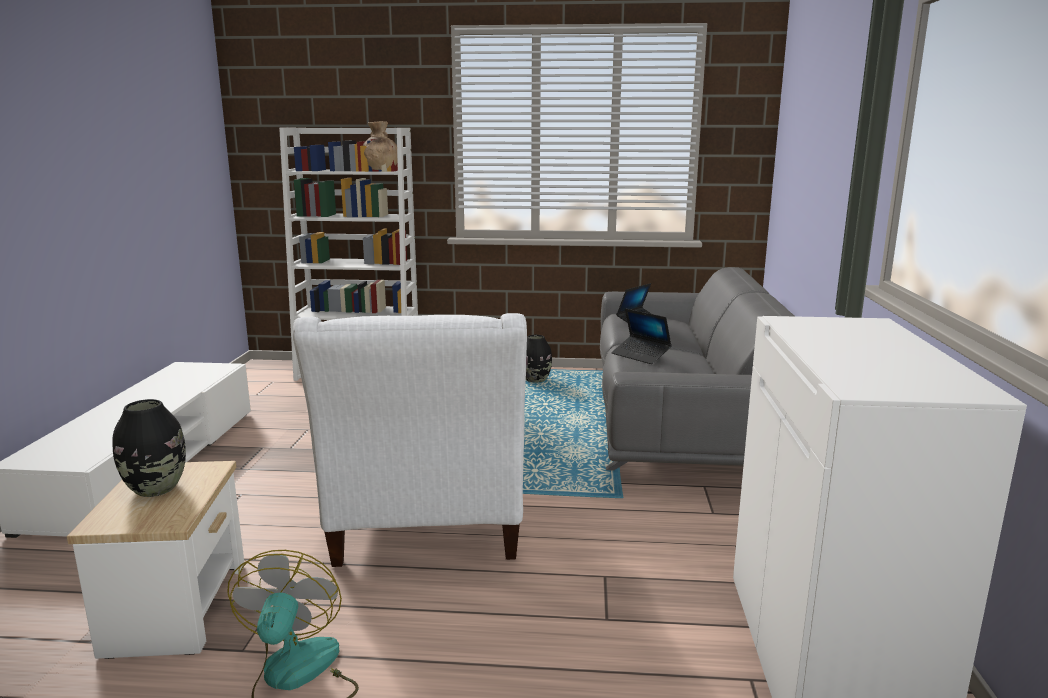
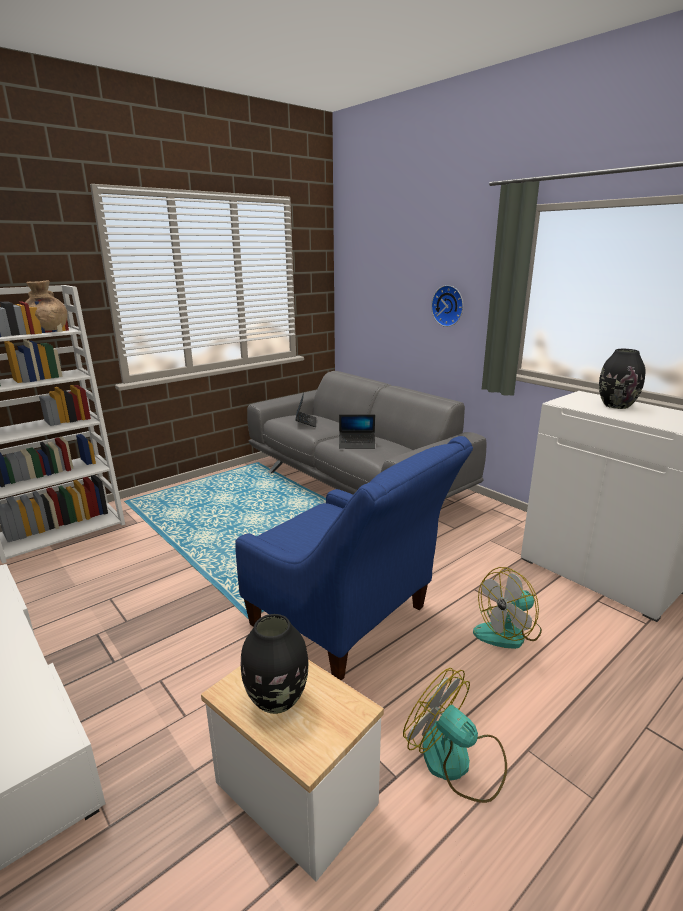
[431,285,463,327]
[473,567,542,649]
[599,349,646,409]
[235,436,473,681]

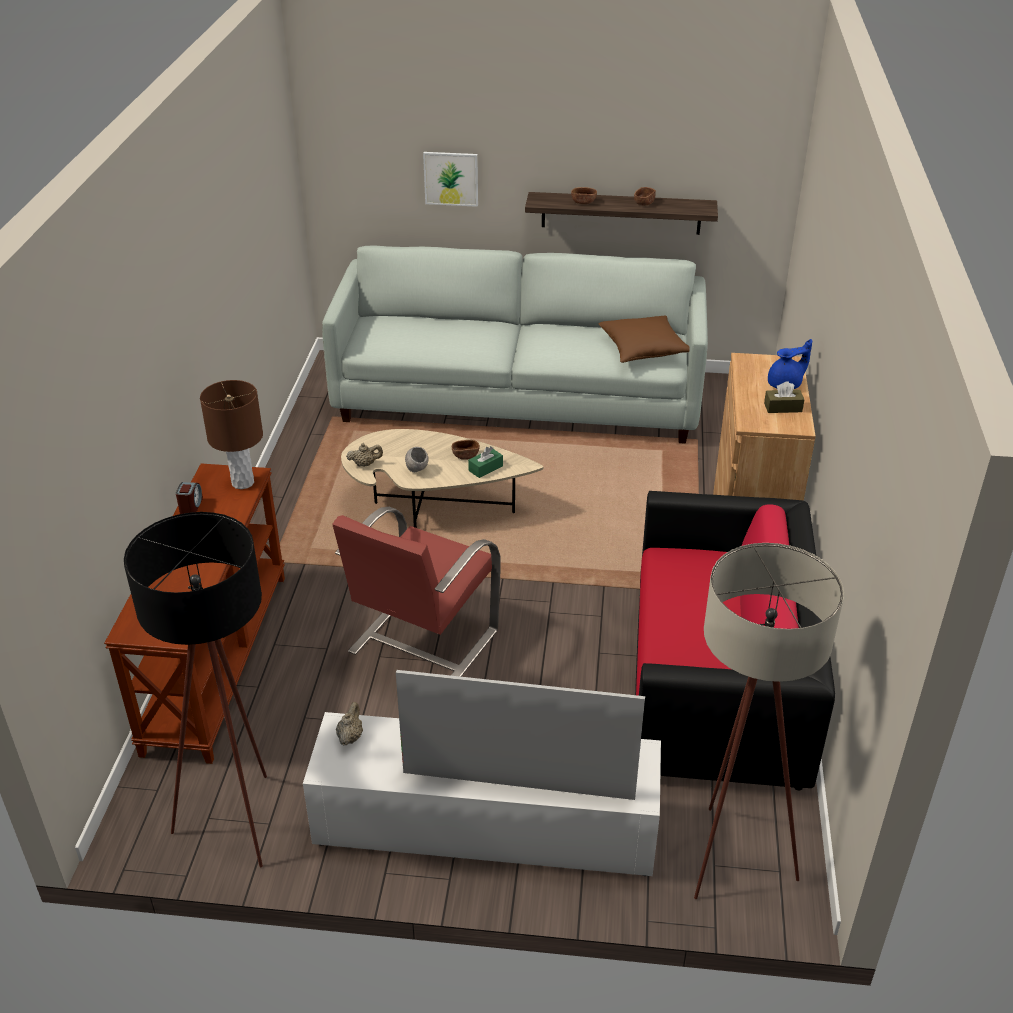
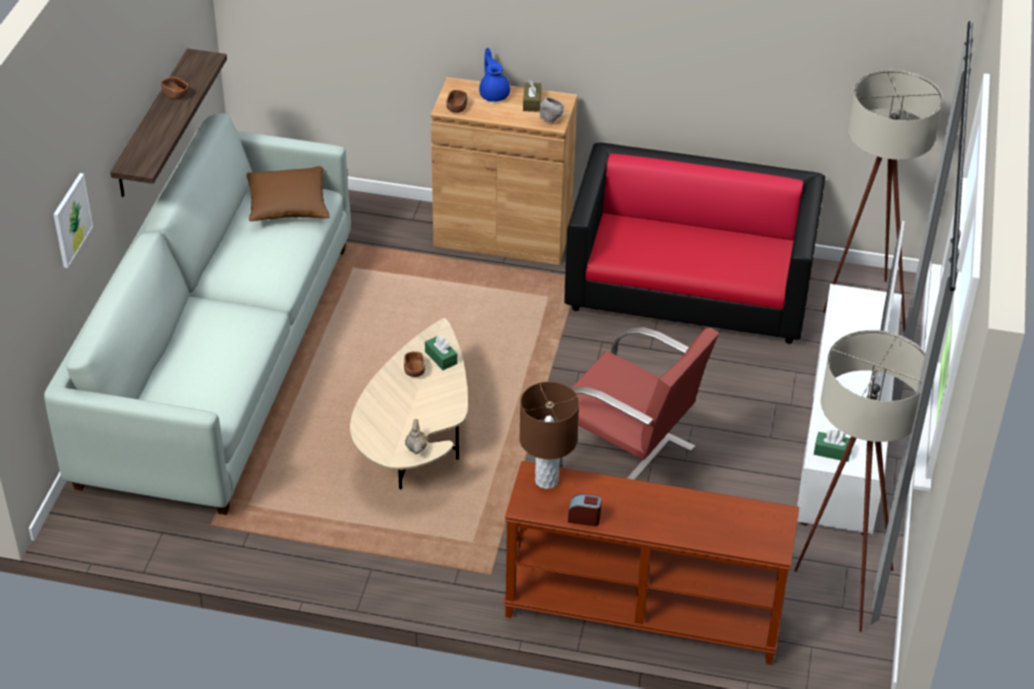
[540,97,564,123]
[446,90,467,113]
[814,430,852,462]
[794,330,925,632]

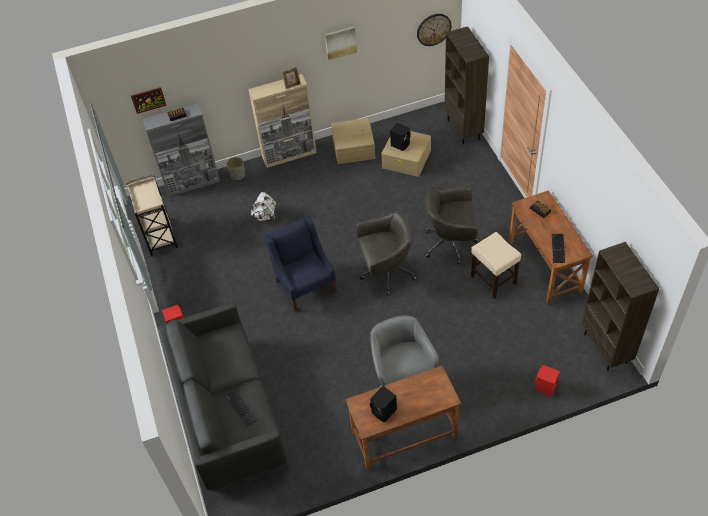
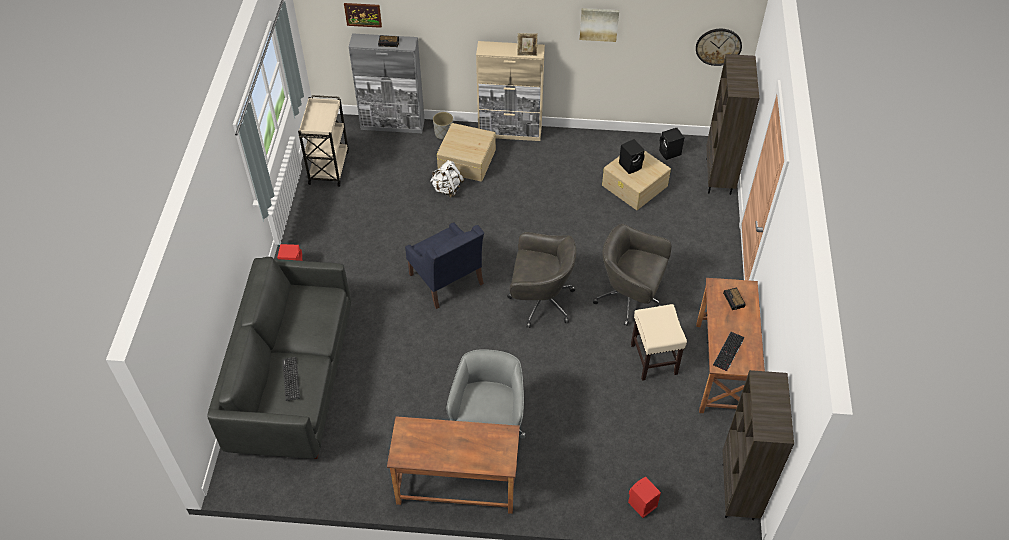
[437,123,496,182]
[659,128,685,160]
[405,222,484,309]

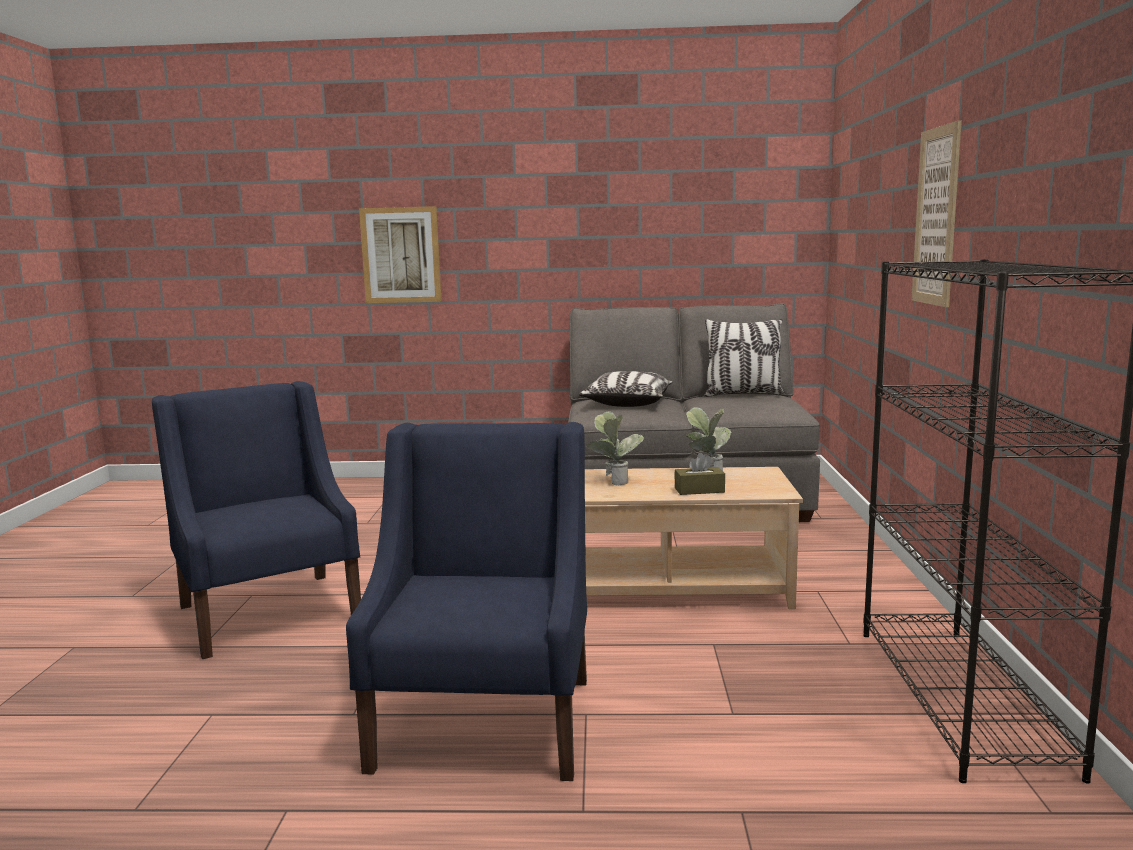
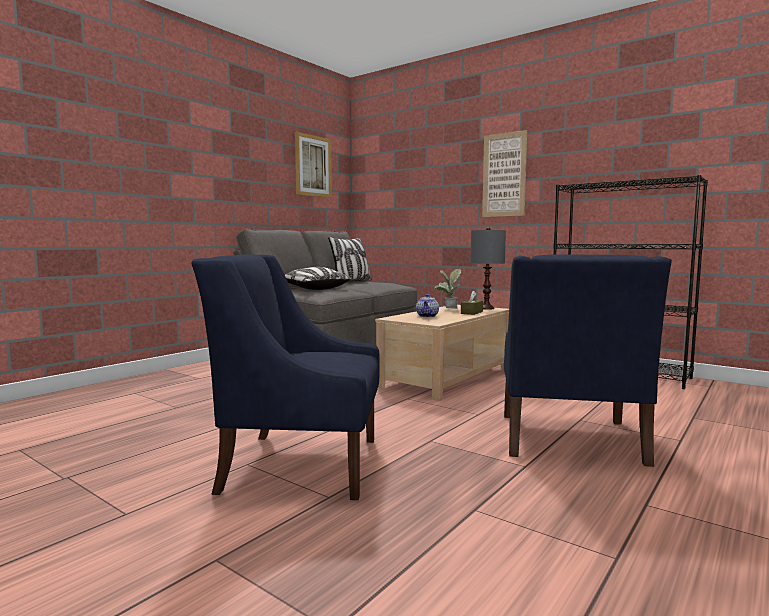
[470,227,506,310]
[295,132,332,198]
[416,294,439,317]
[504,255,672,467]

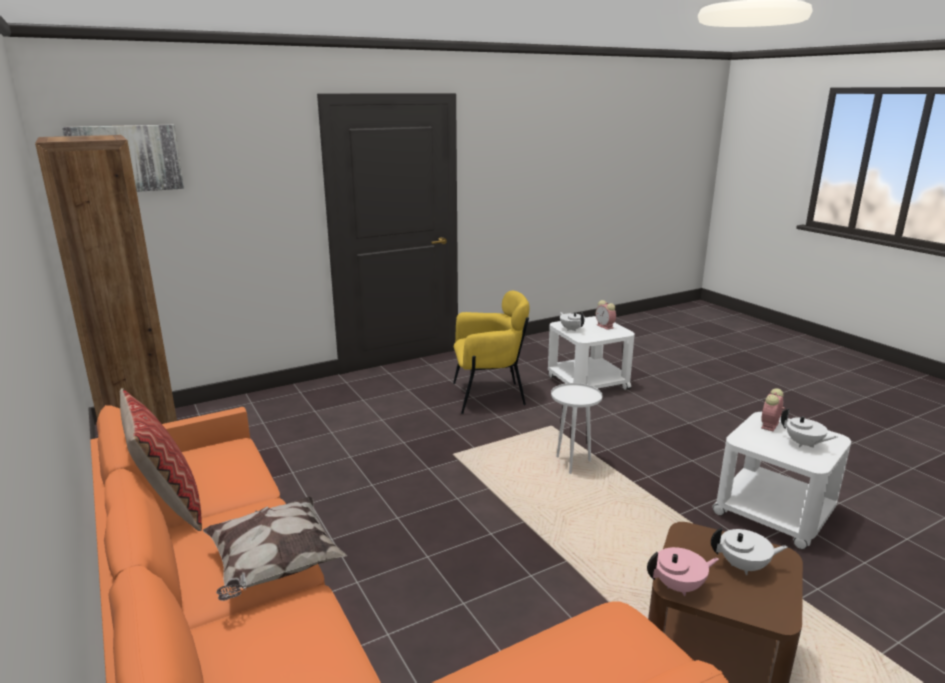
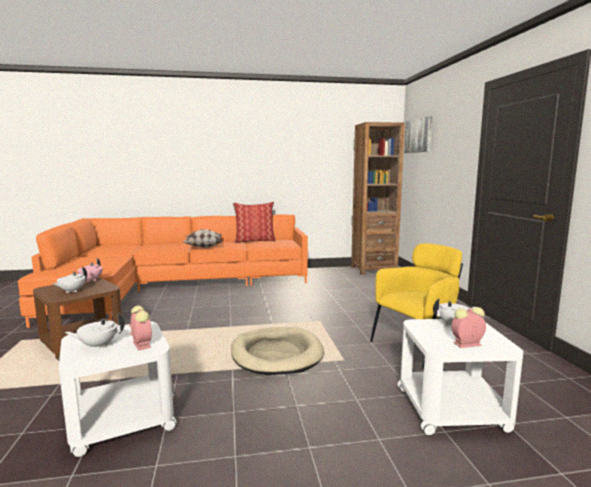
[231,327,324,375]
[370,243,463,369]

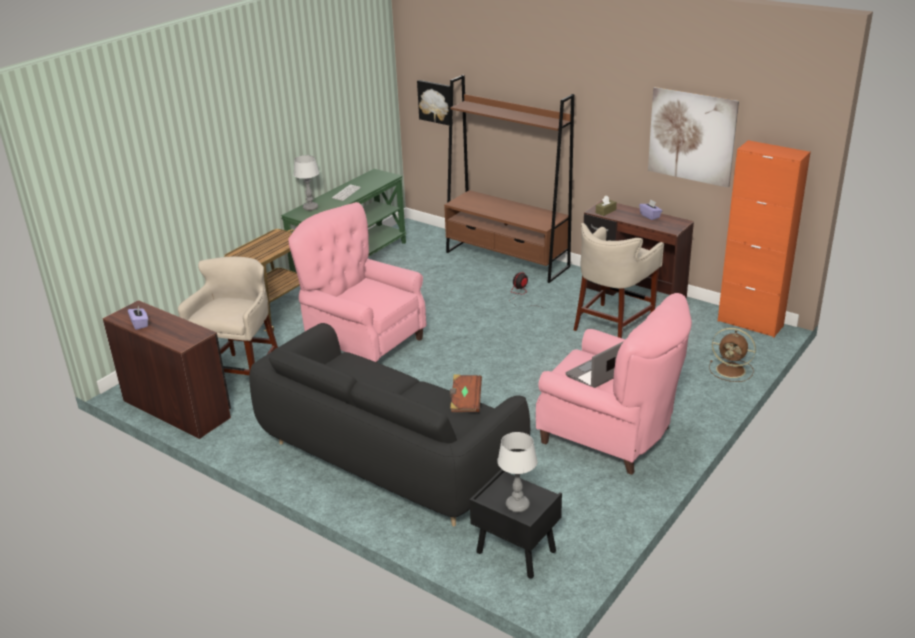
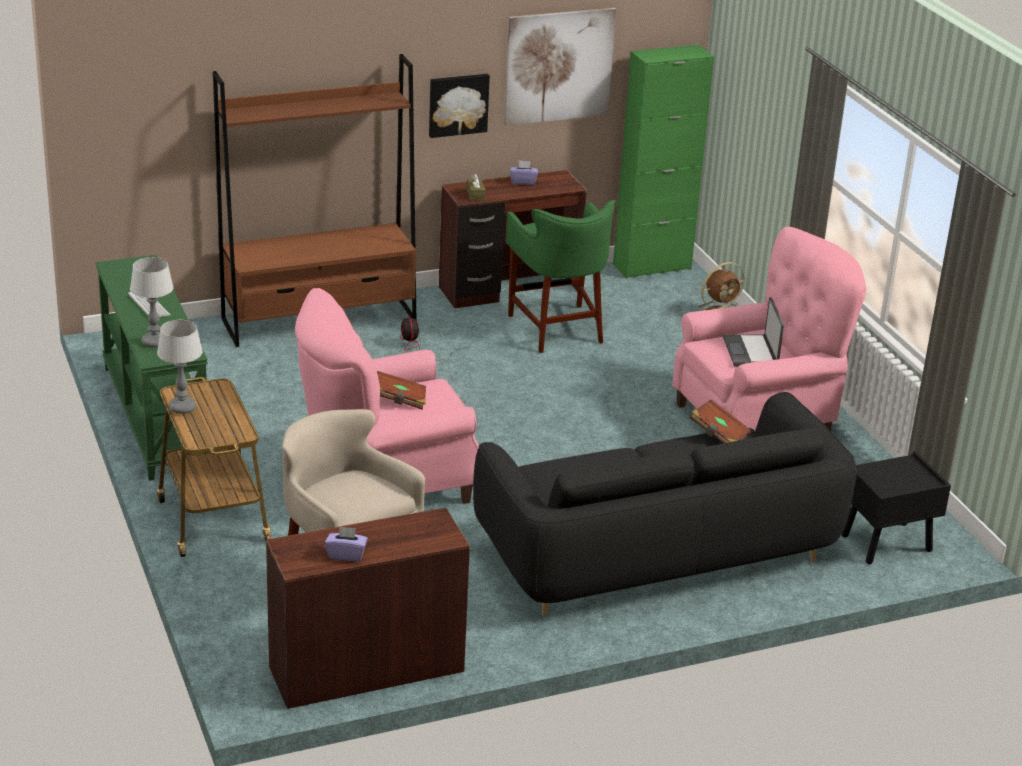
[377,371,426,410]
[429,74,490,138]
[157,320,203,414]
[506,200,616,353]
[613,45,714,279]

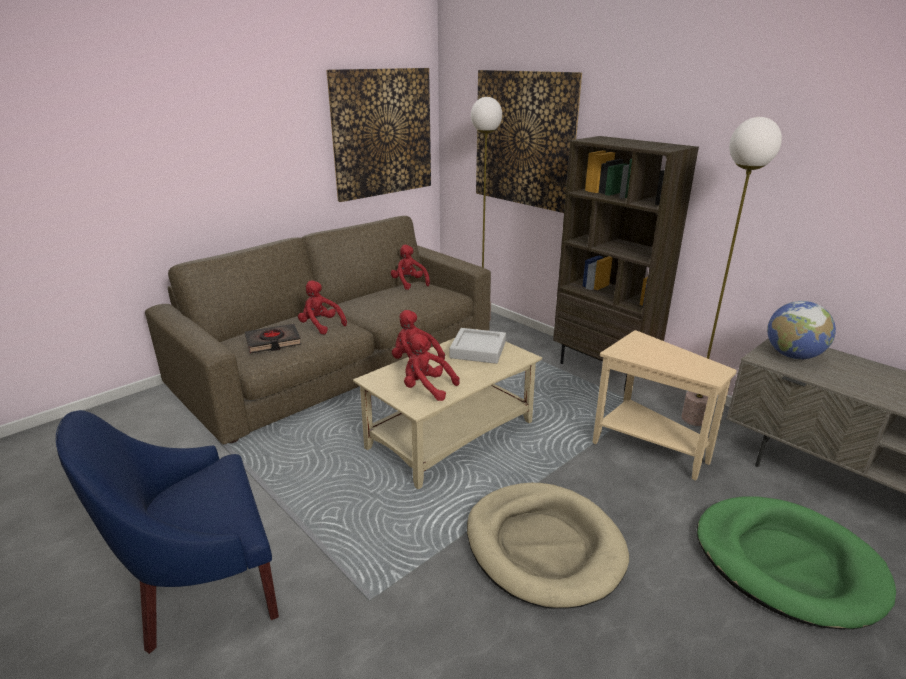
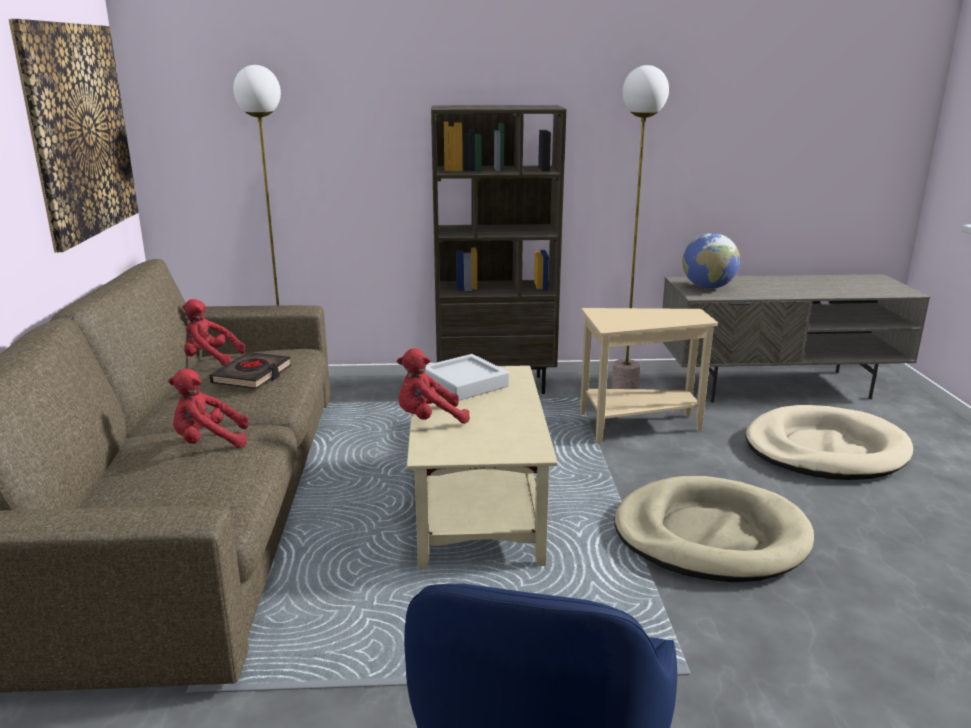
[404,334,460,401] (first image)
[476,70,582,213] (first image)
[209,352,292,389]
[746,405,913,480]

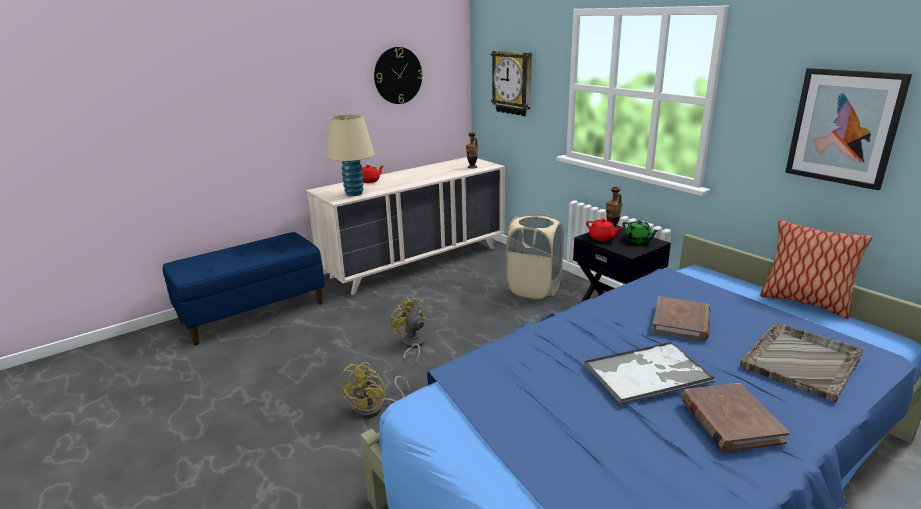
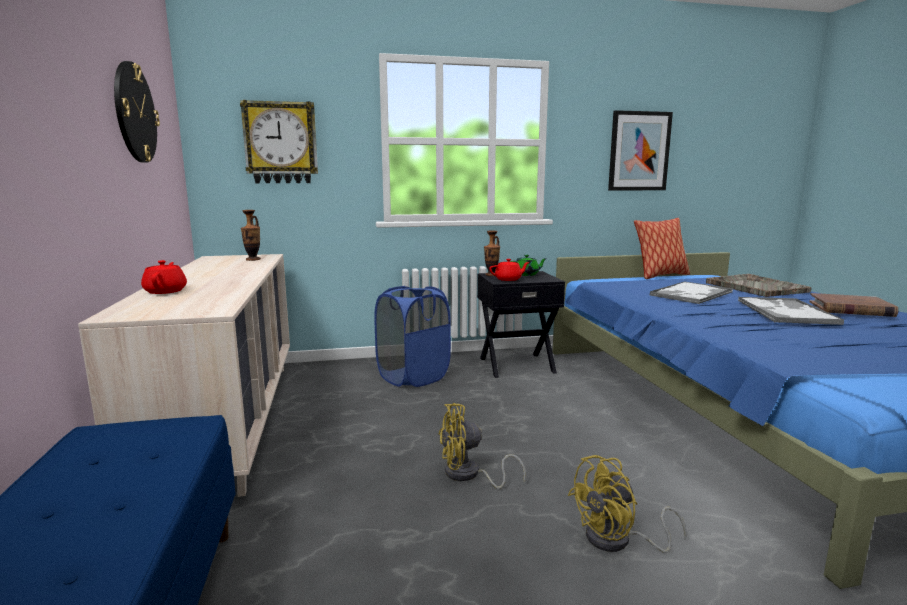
[326,114,374,196] (first image)
[650,281,733,304]
[374,286,451,387]
[568,455,687,553]

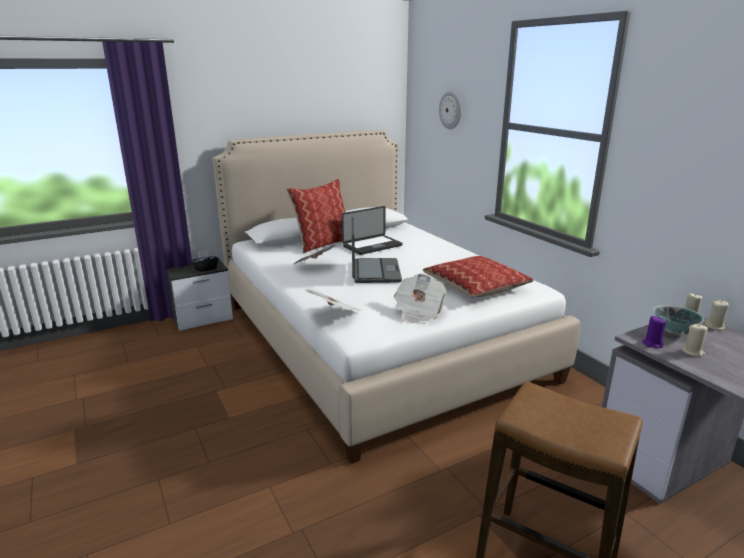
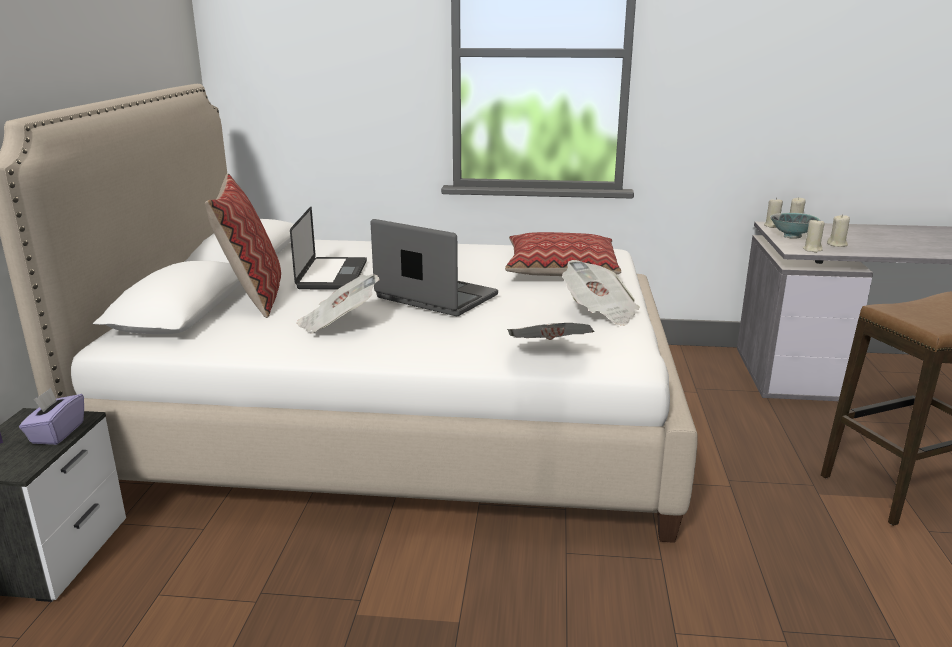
[439,91,461,129] (first image)
[19,388,84,445]
[803,218,824,253]

